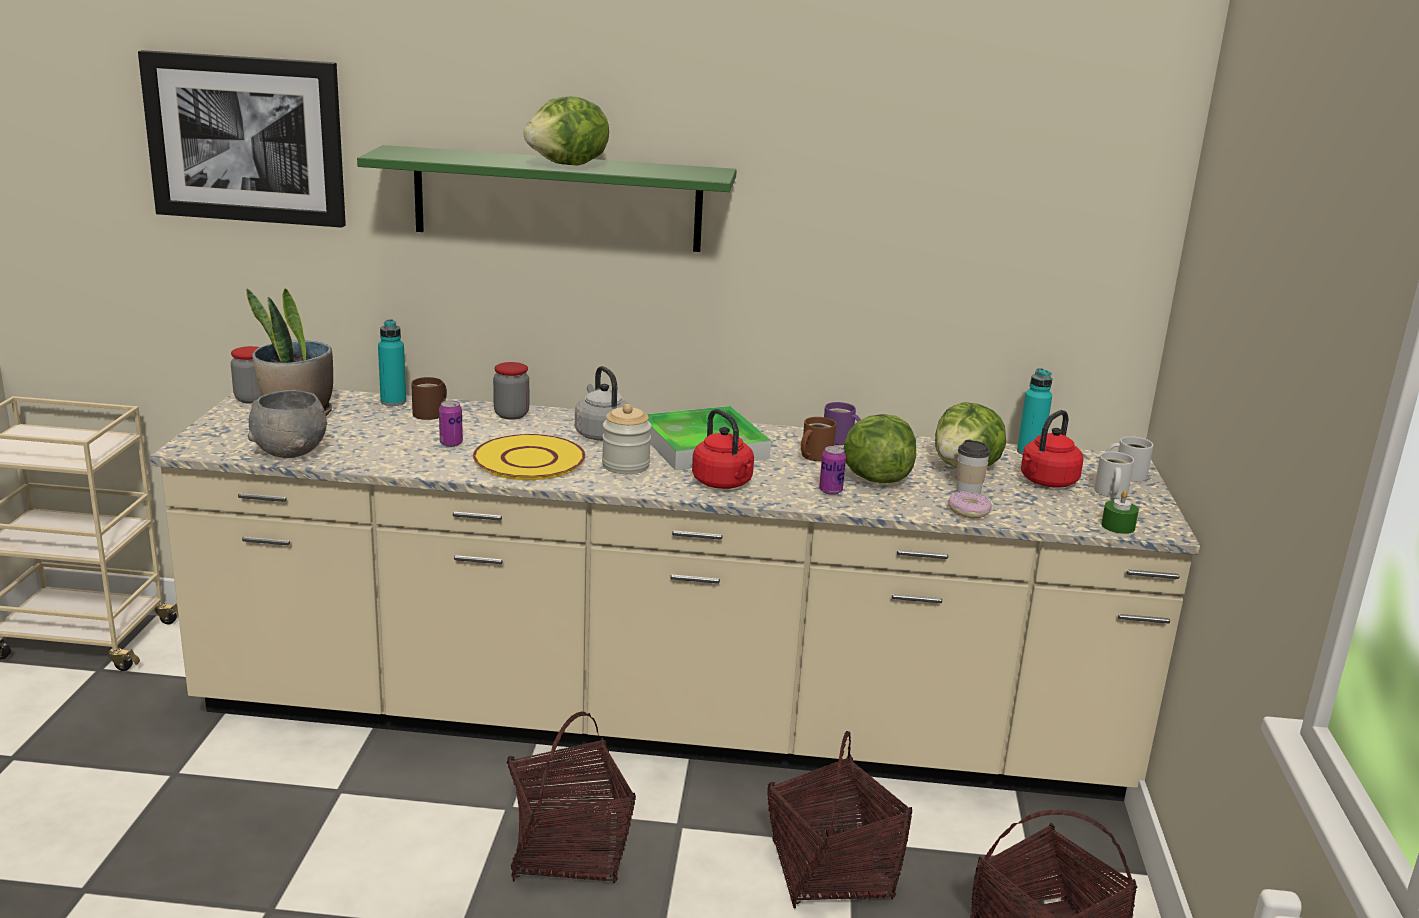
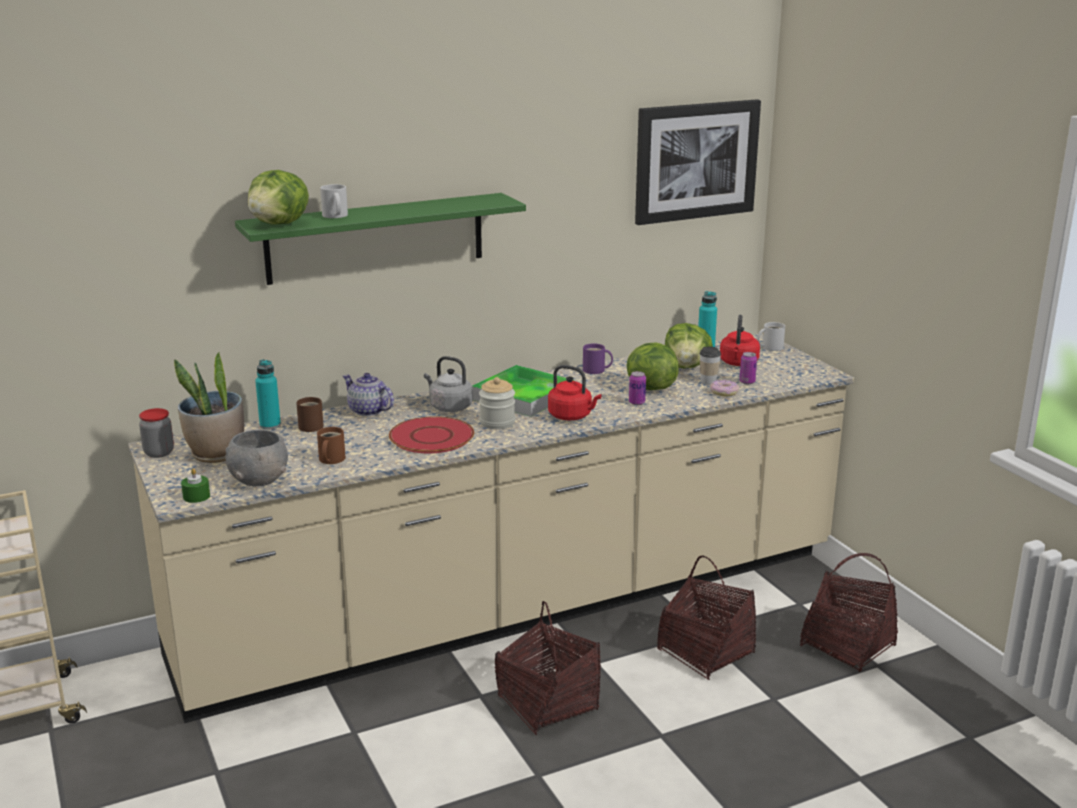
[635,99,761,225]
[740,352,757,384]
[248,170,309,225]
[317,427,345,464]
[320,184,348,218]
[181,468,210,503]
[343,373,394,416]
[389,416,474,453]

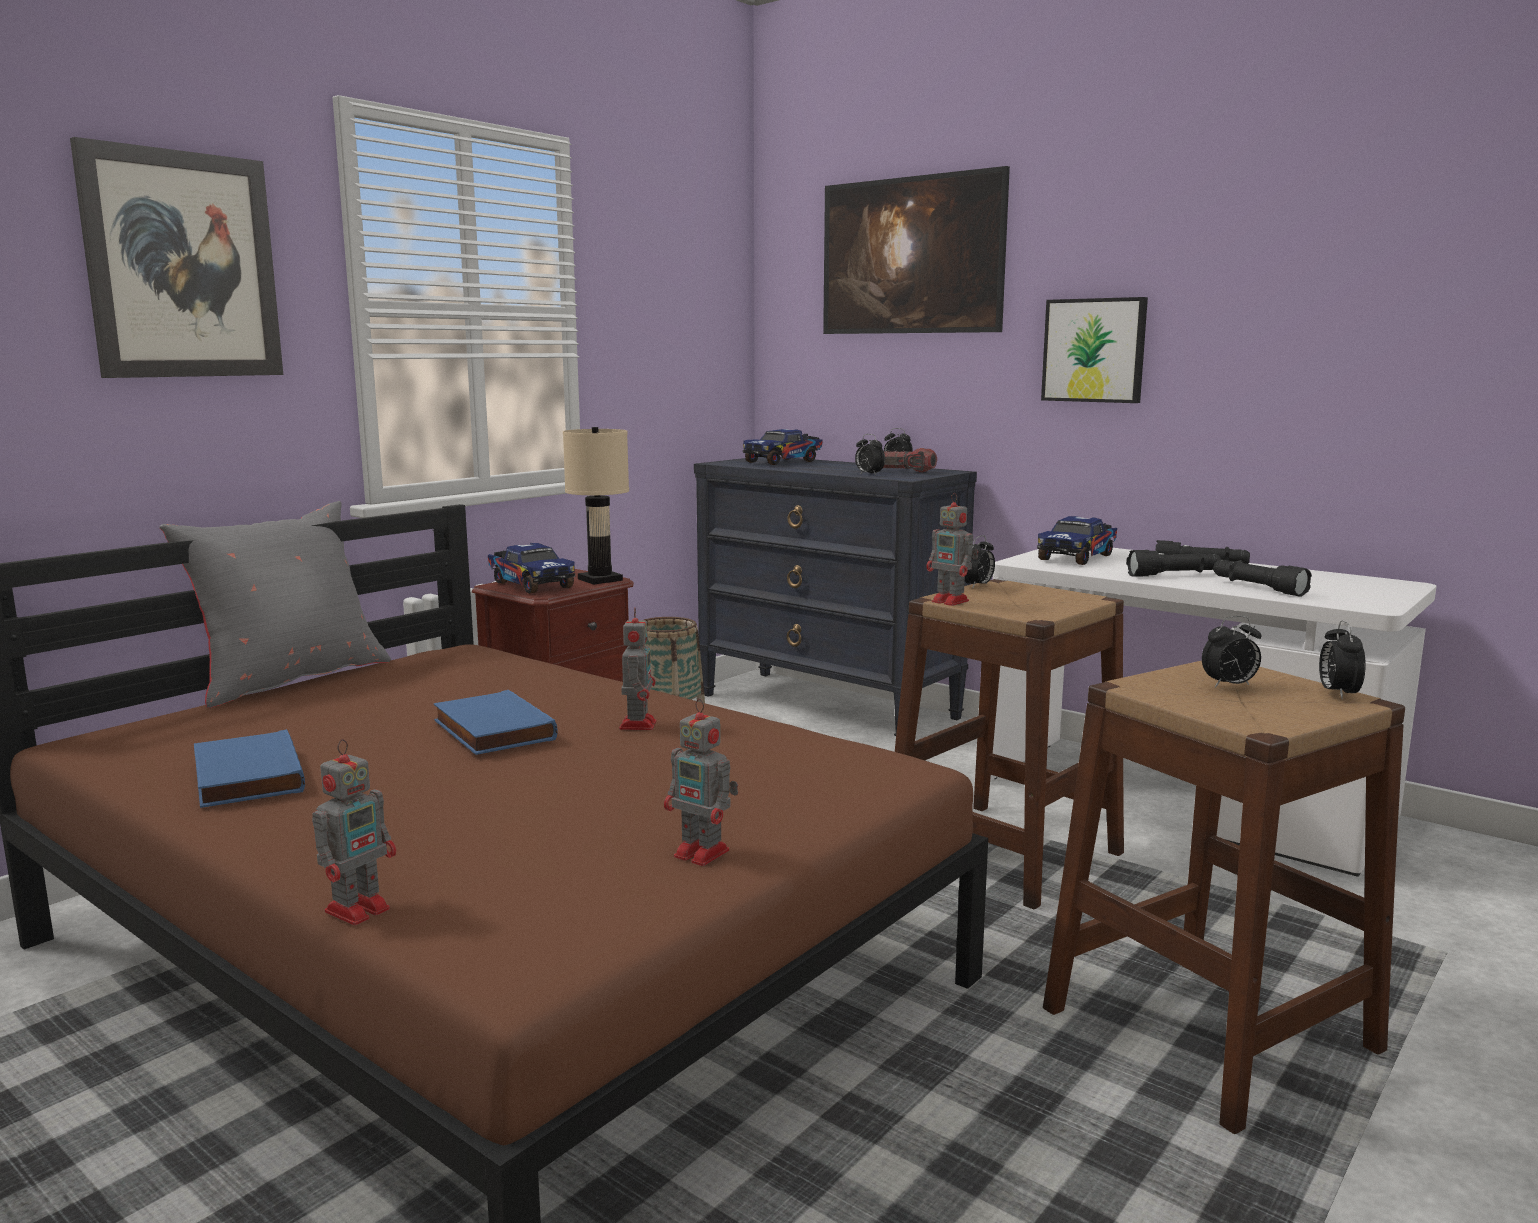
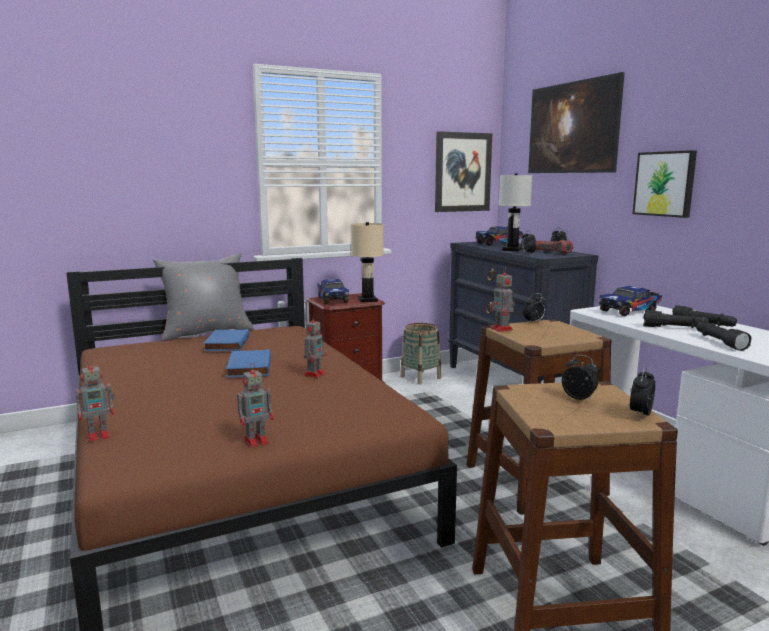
[499,173,532,251]
[435,131,492,212]
[203,329,250,351]
[237,363,274,448]
[562,355,600,400]

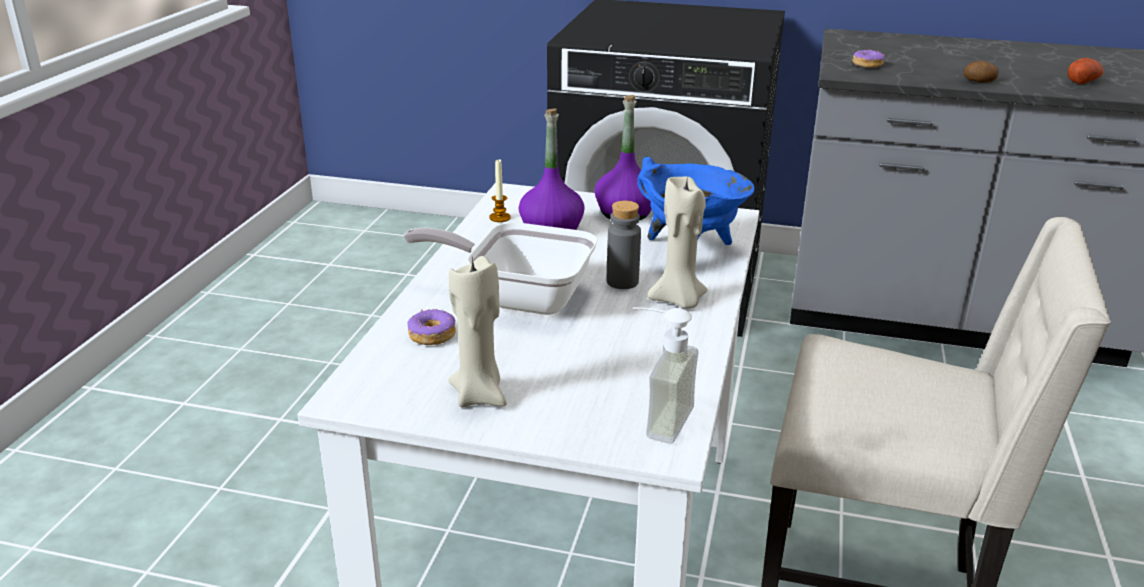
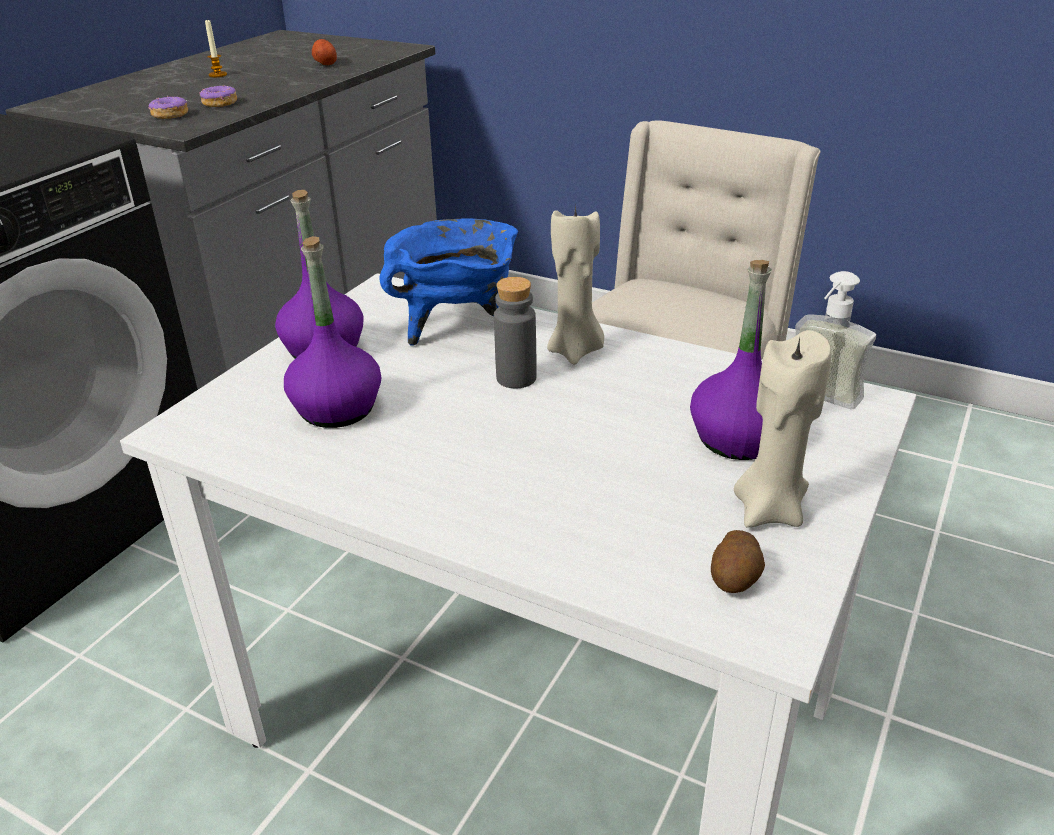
[403,222,598,315] (first image)
[690,260,772,460]
[199,85,237,107]
[205,19,227,77]
[711,530,765,593]

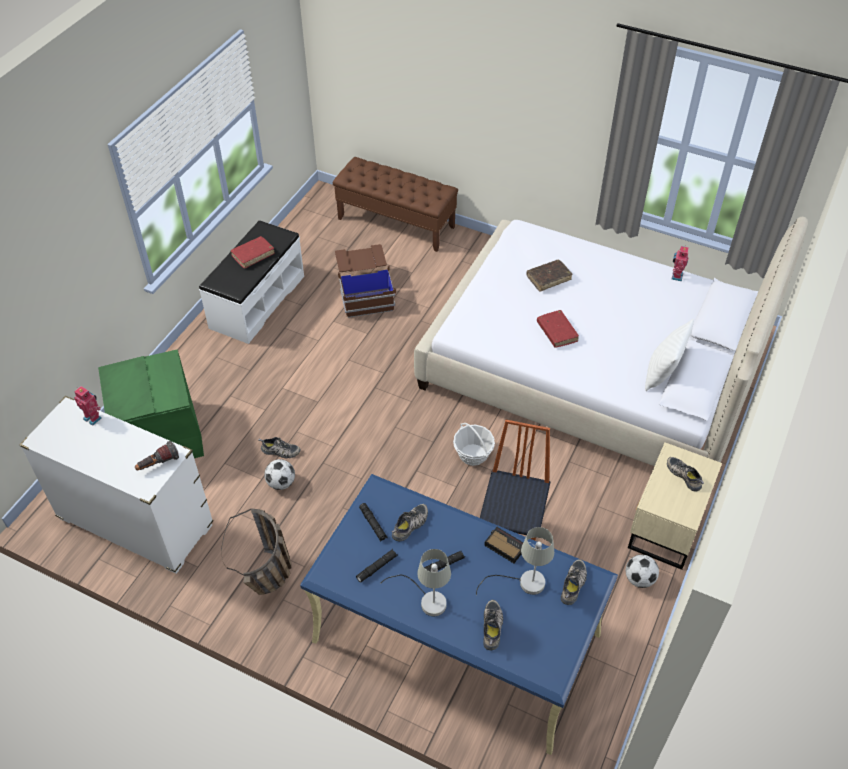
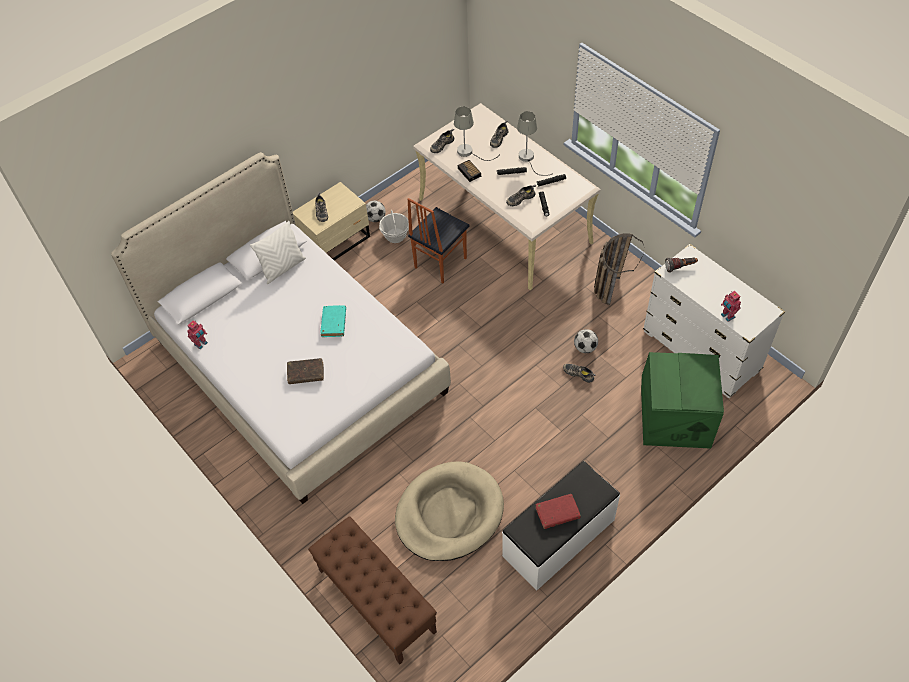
[379,210,409,243]
[395,461,504,561]
[413,103,601,290]
[320,305,346,337]

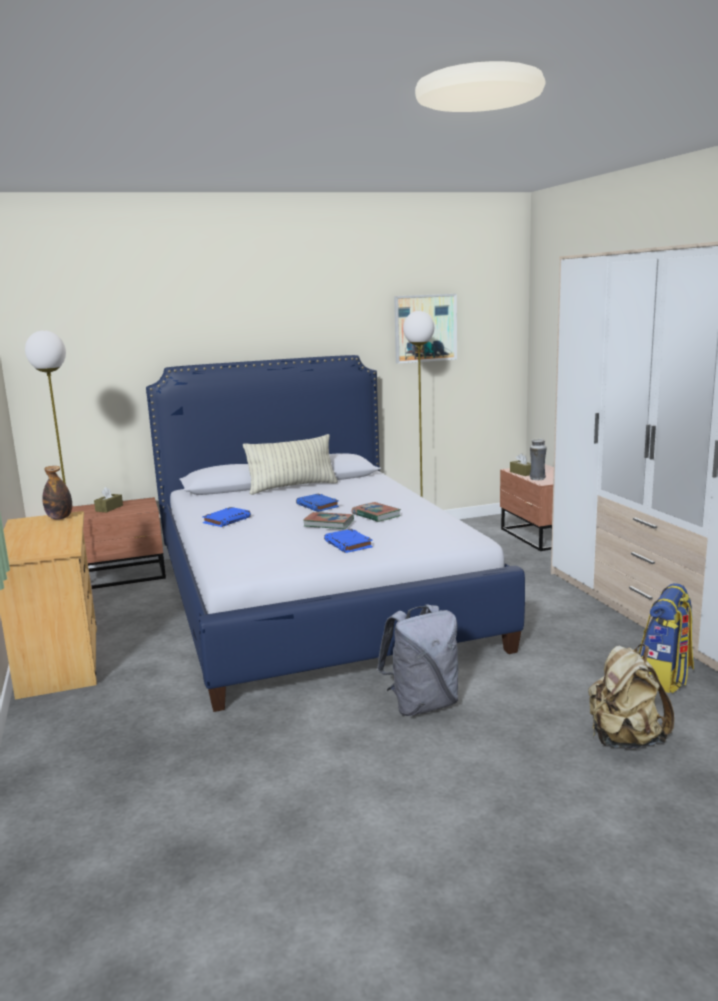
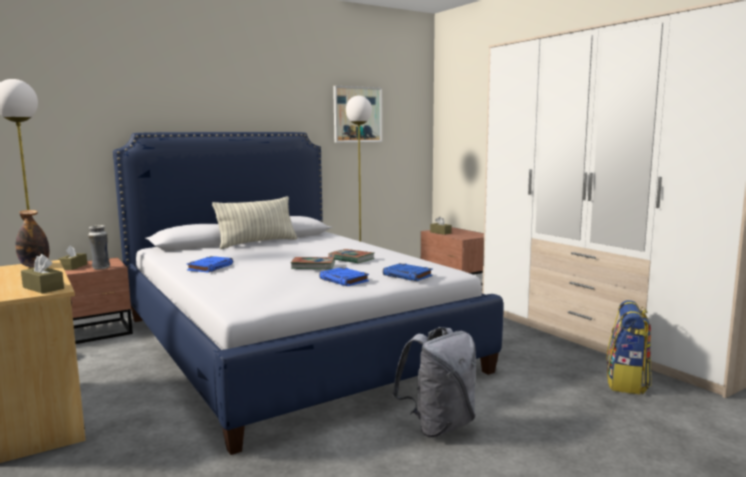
[588,644,674,749] (first image)
[21,254,64,294]
[383,263,433,281]
[88,225,110,269]

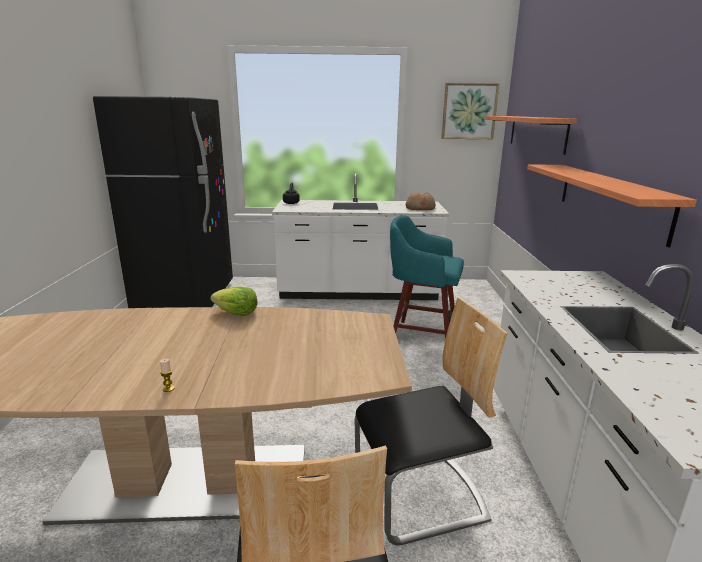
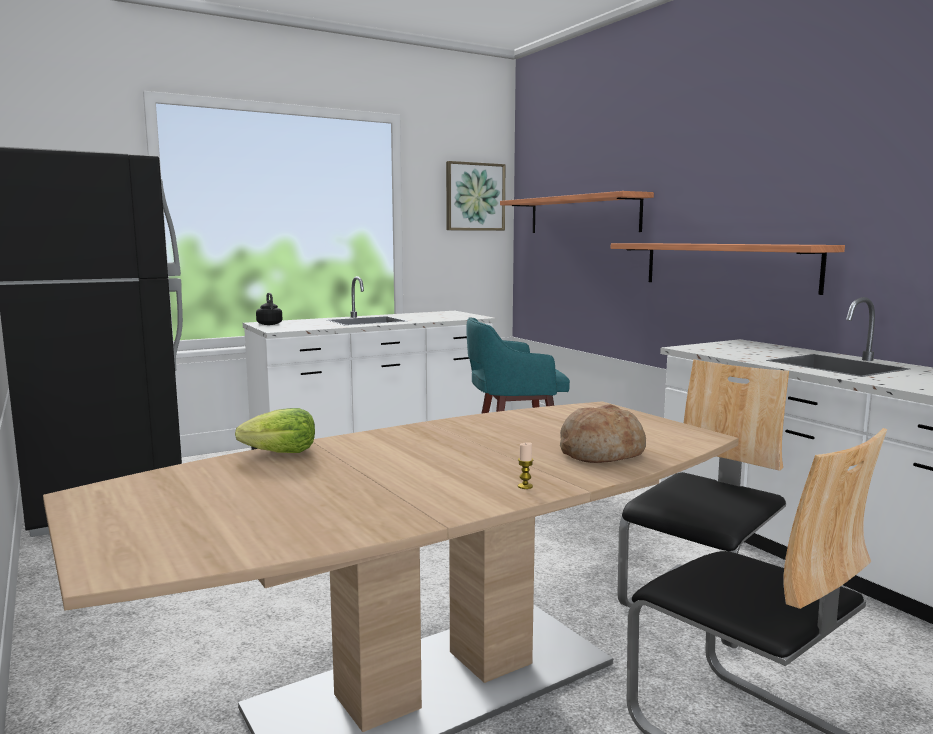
[235,408,315,453]
[560,404,646,463]

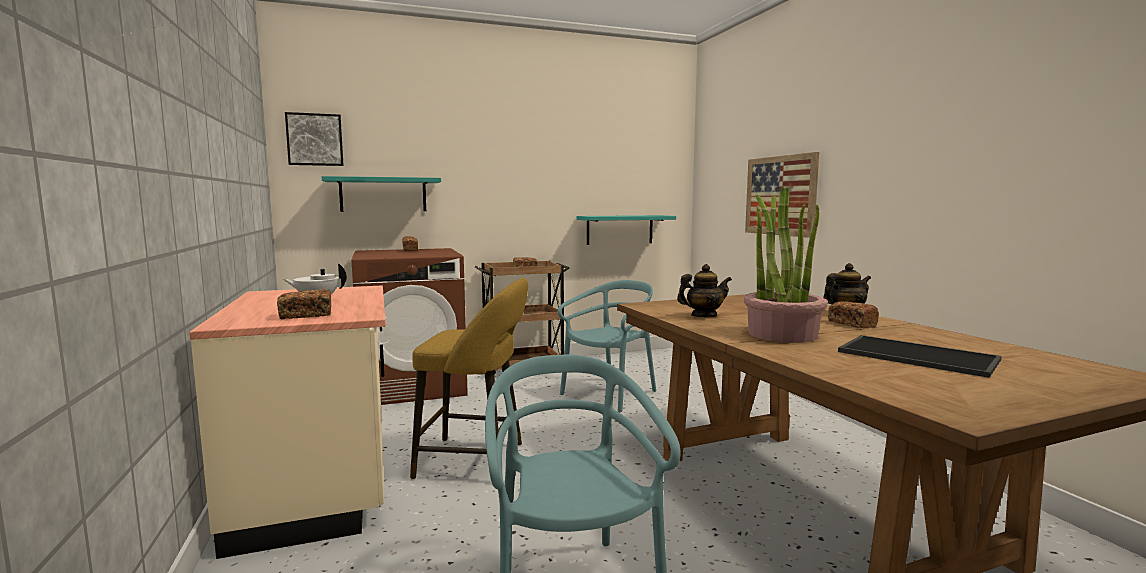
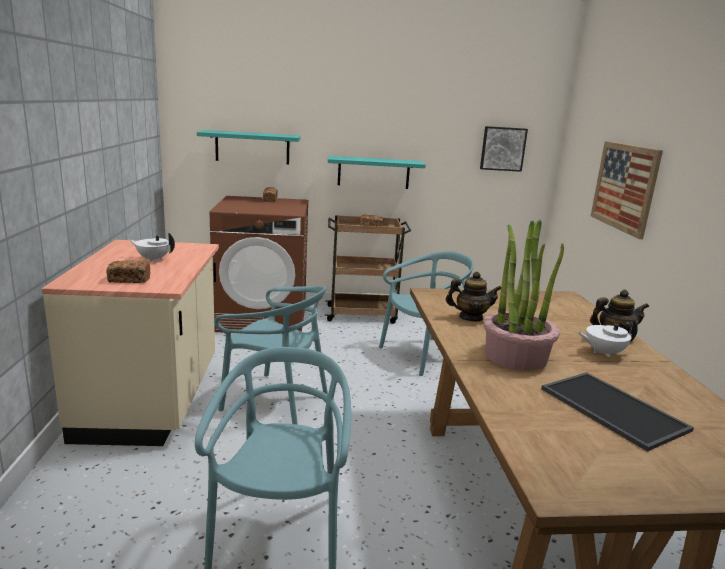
[480,126,528,172]
[328,156,426,189]
[214,286,328,425]
[577,319,638,357]

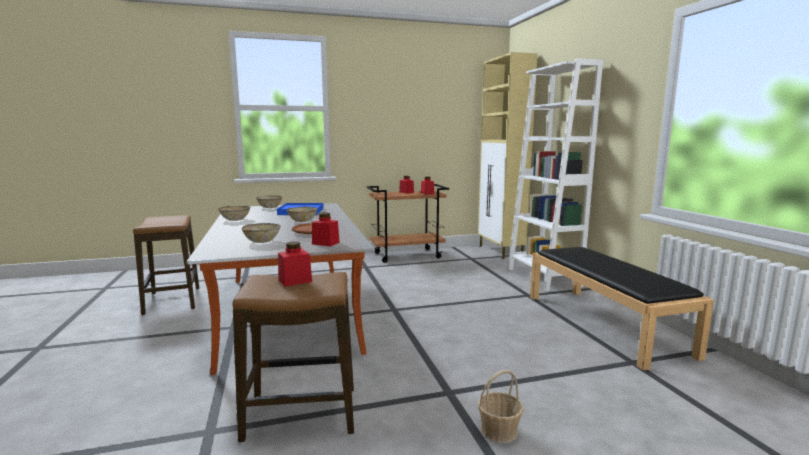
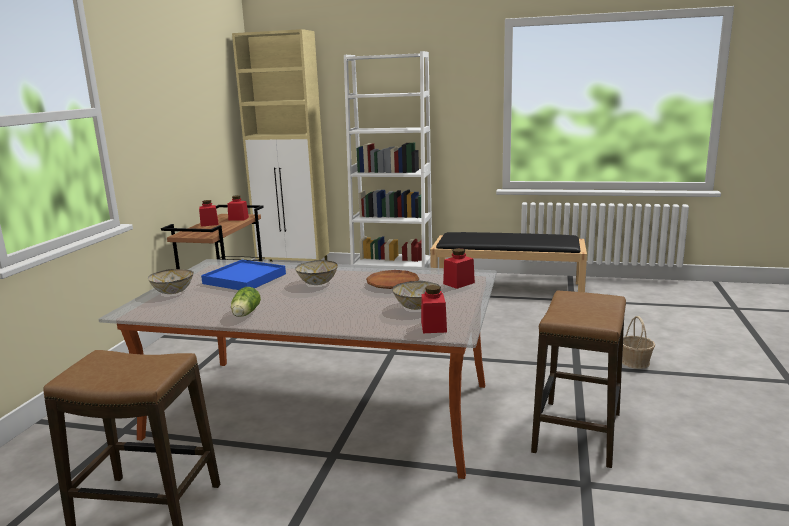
[421,285,447,333]
[231,287,261,317]

